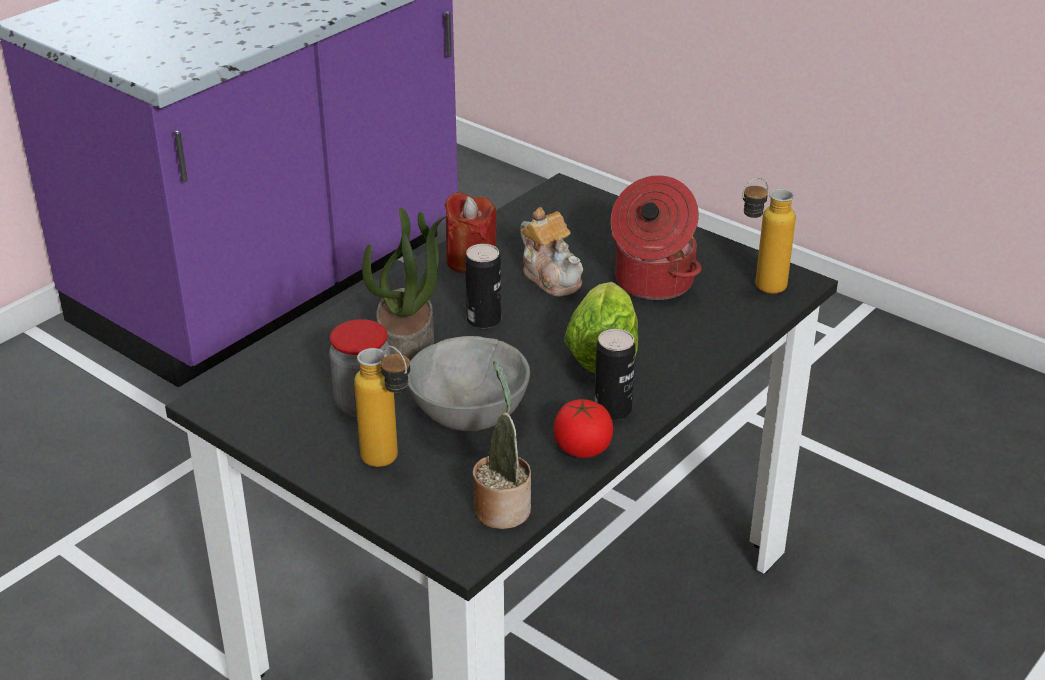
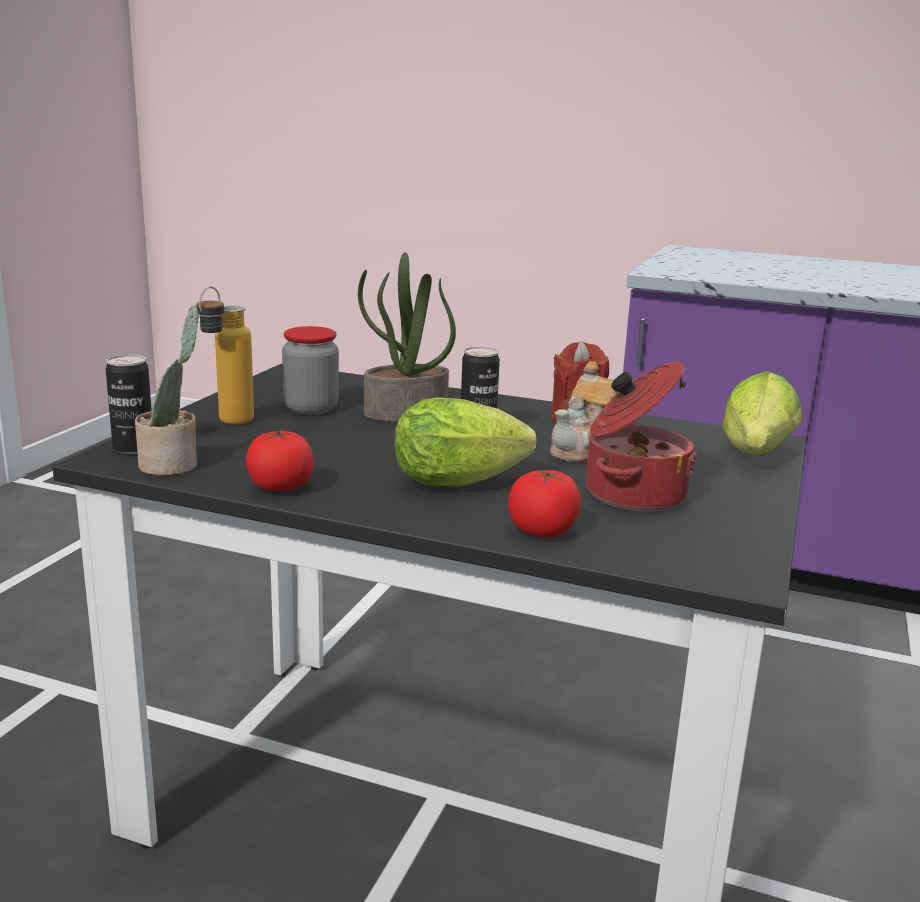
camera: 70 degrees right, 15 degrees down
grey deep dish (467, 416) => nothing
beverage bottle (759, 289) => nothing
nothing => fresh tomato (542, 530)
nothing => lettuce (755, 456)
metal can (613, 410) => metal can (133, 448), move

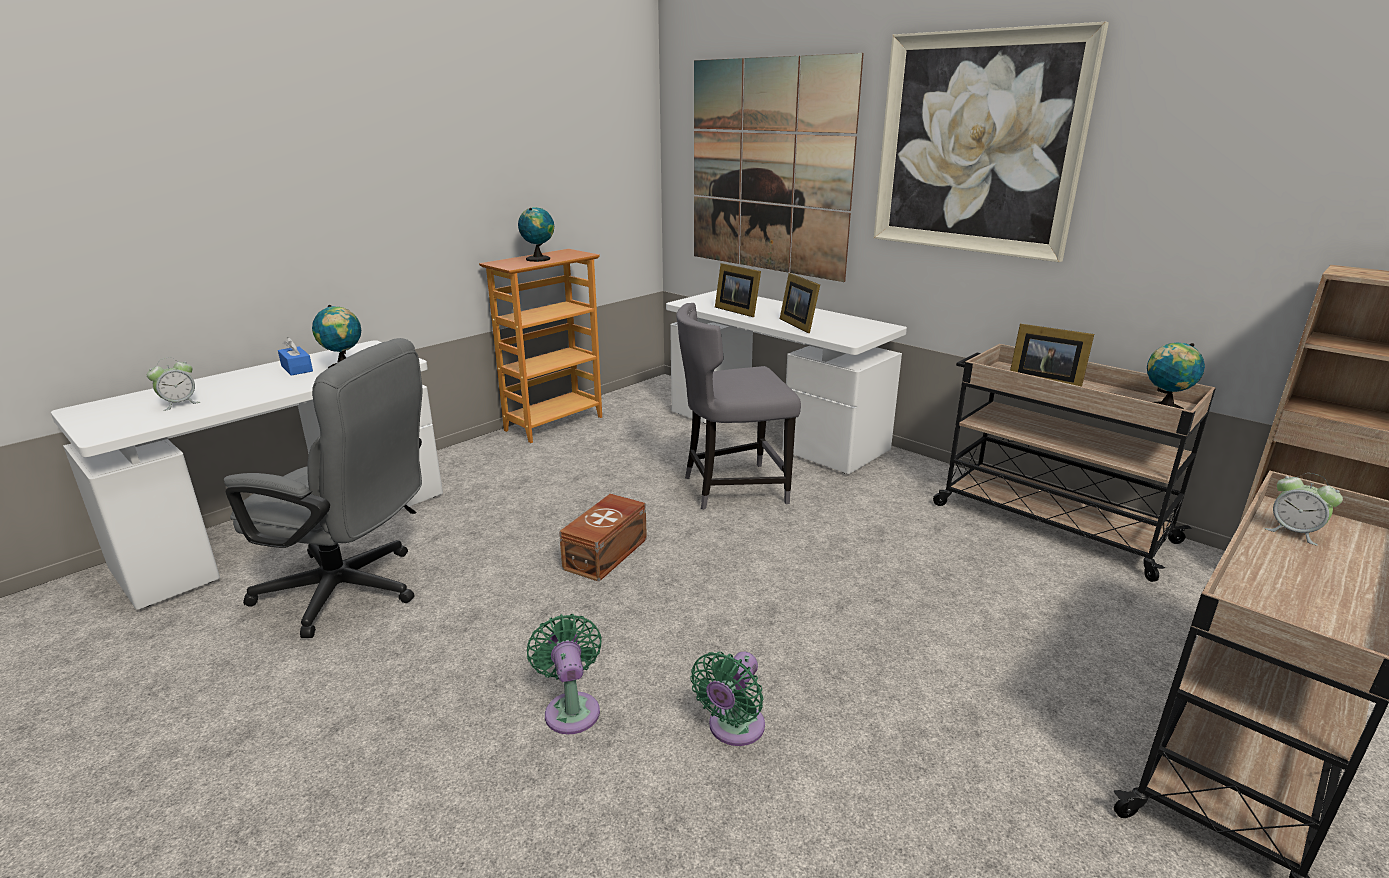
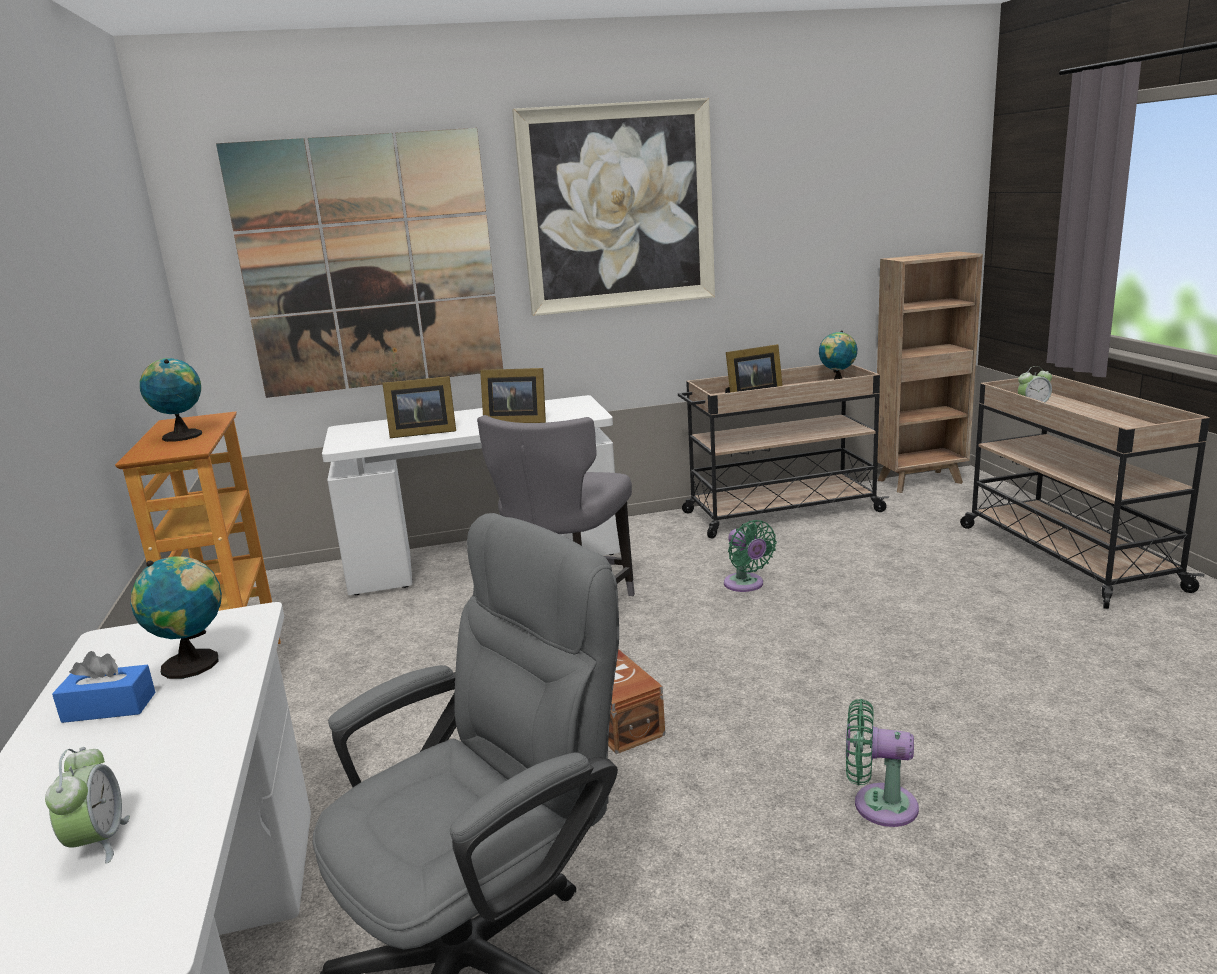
camera: 55 degrees left, 5 degrees down
green-coloured fan (733, 729) => green-coloured fan (746, 585), move

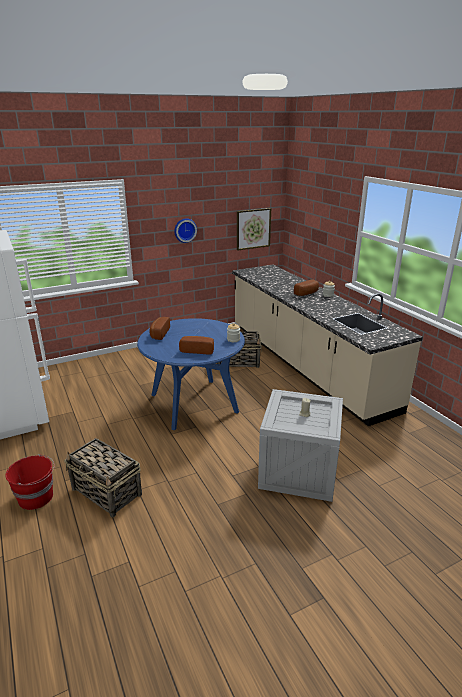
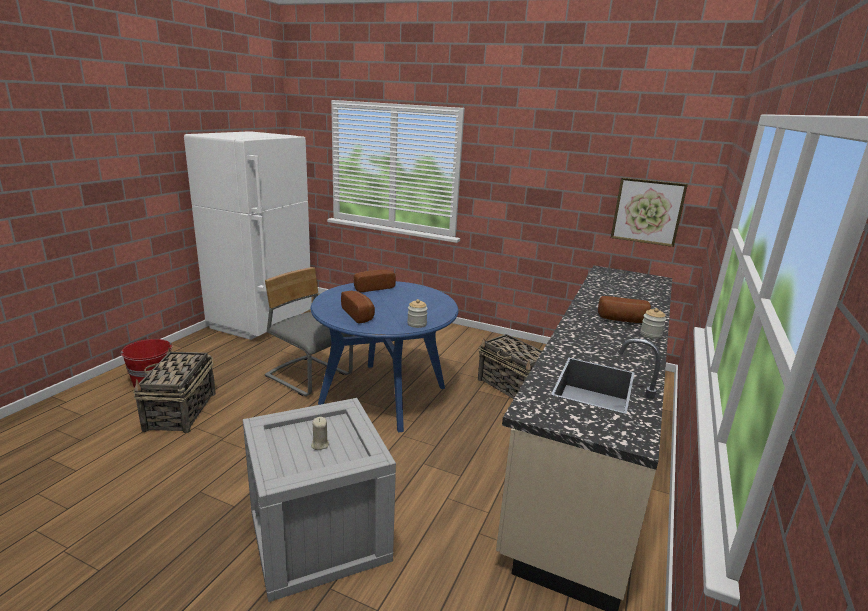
camera: 50 degrees right, 5 degrees down
hanging clock (185, 230) => nothing
nothing => grey upright chair (309, 376)

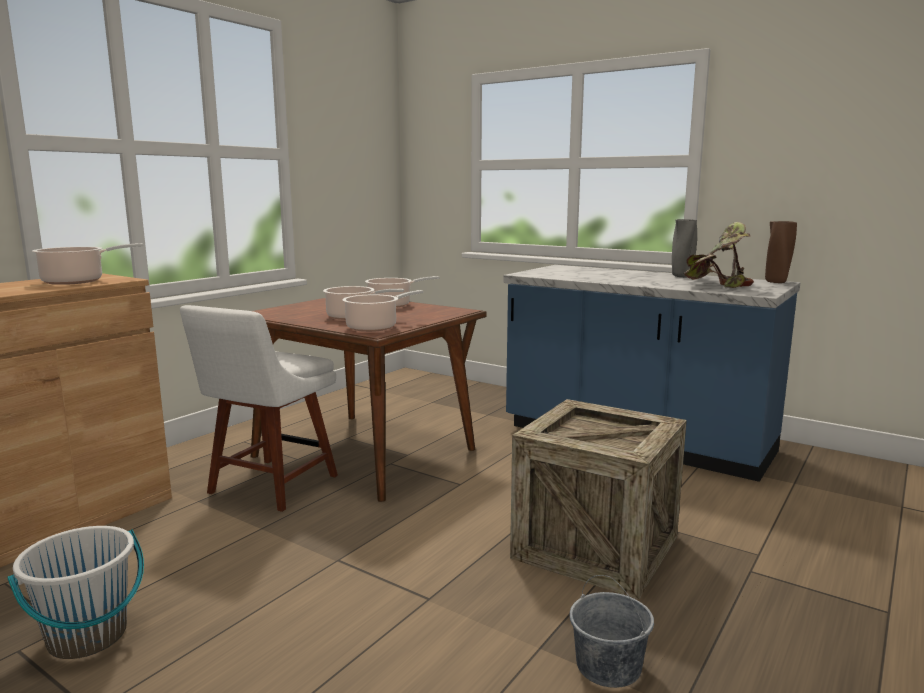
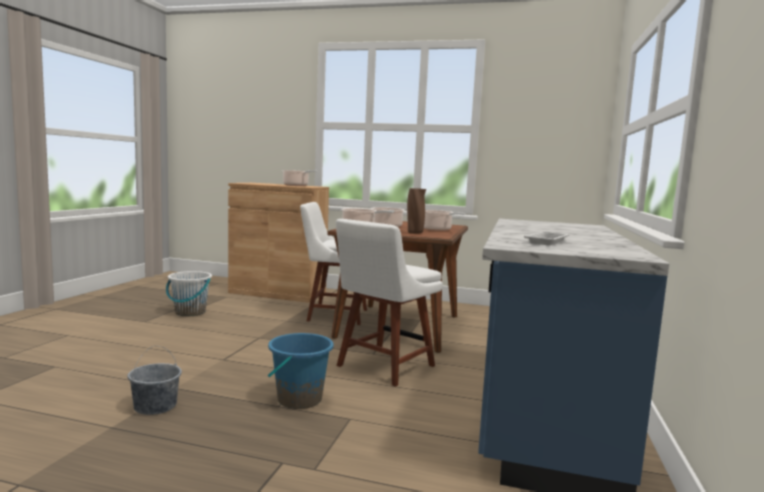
camera: 70 degrees right, 5 degrees down
grey decorative vase (681, 276) => nothing
nothing => white upright chair (383, 367)
brownish decorative vase (777, 282) => brownish decorative vase (414, 233), move
shipping crate (596, 547) => blue-coloured bucket (299, 399)
potted plant (715, 285) => white tray (547, 241)

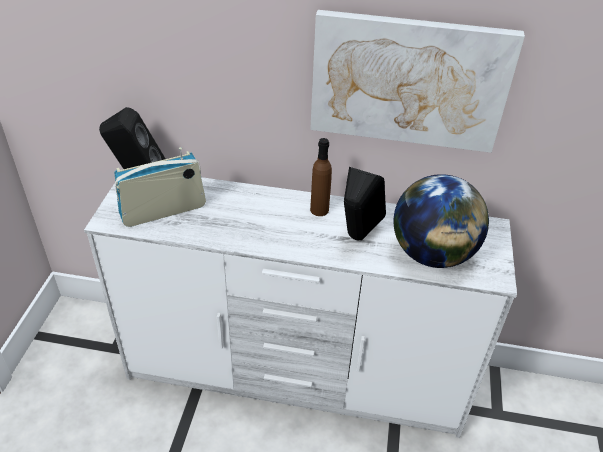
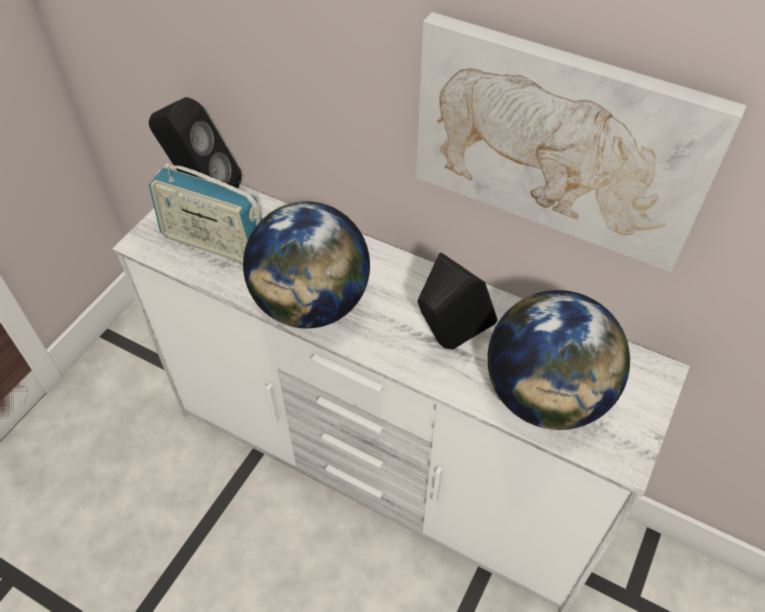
camera: 20 degrees right, 10 degrees up
brownish beverage bottle (319, 210) => nothing
nothing => world globe (311, 304)
radio set (163, 211) => radio set (215, 243), 150 degrees counterclockwise

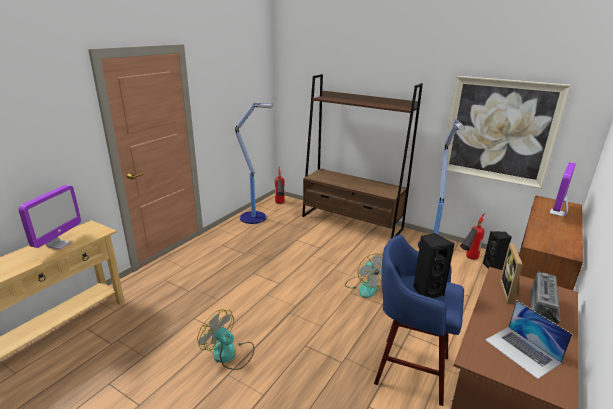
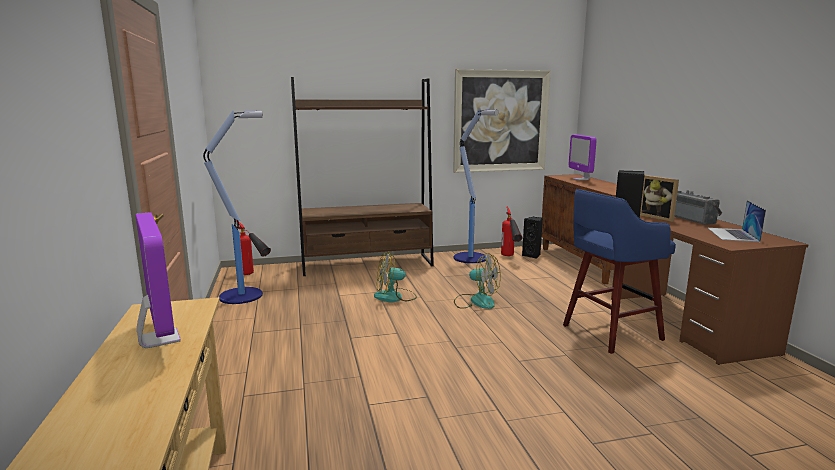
camera: 45 degrees left, 10 degrees down
fan (229, 354) => fan (395, 297), move
notebook computer (522, 351) => notebook computer (732, 234), 90 degrees clockwise

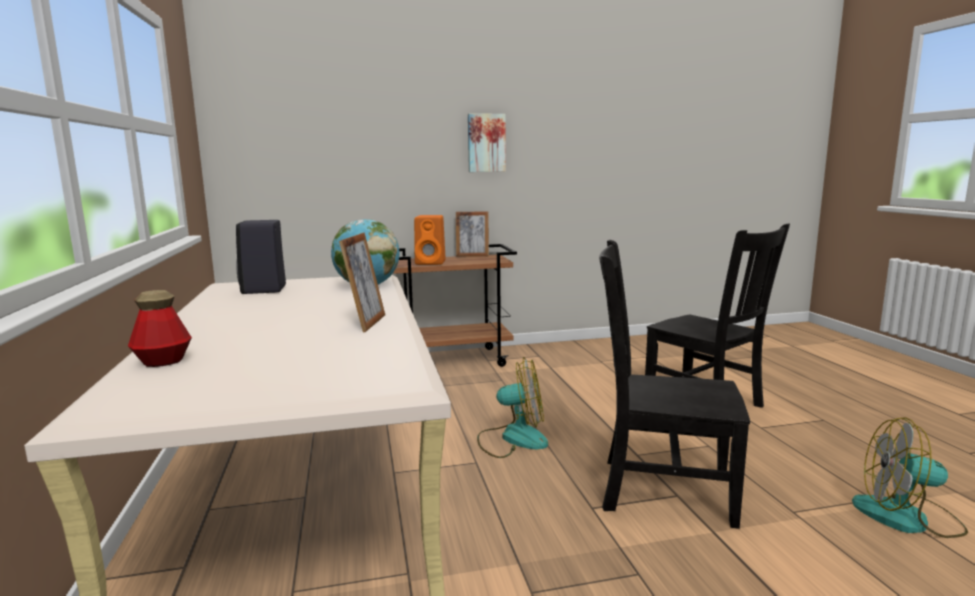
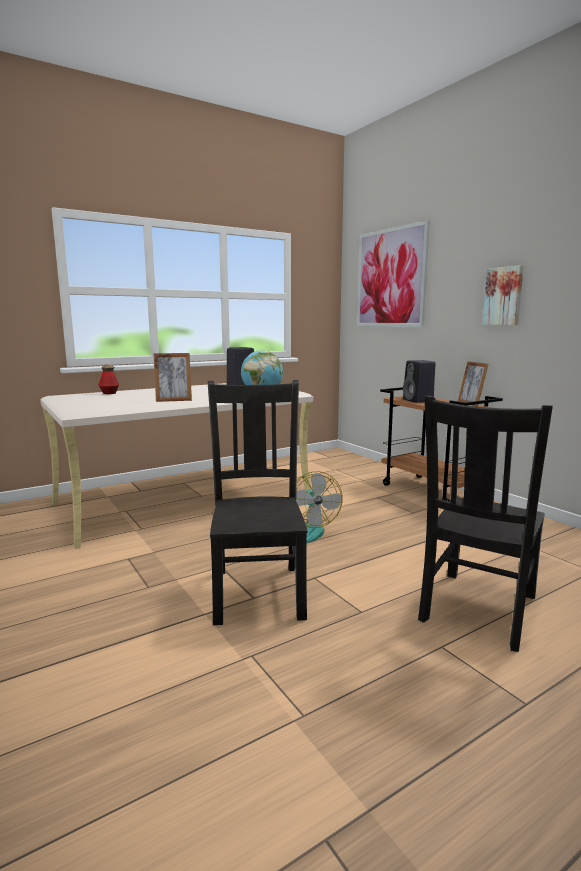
camera: 70 degrees right, 0 degrees up
fan (907, 517) => nothing
nothing => wall art (390, 278)
orangey audio speaker (431, 262) => black audio speaker (418, 400)

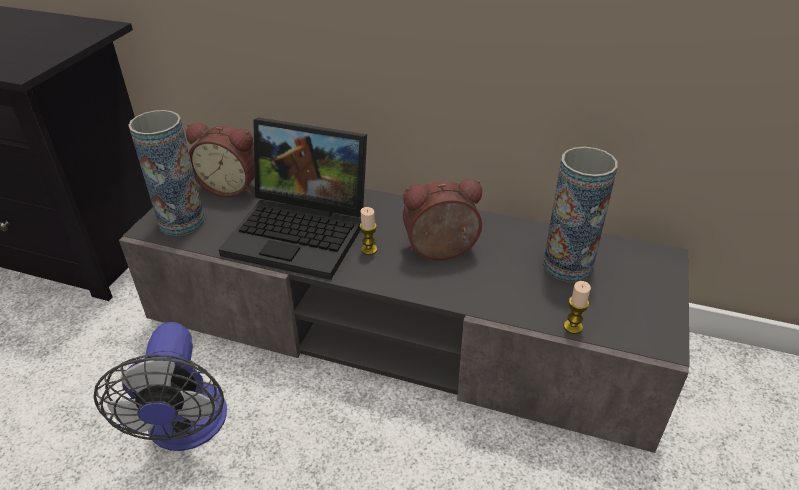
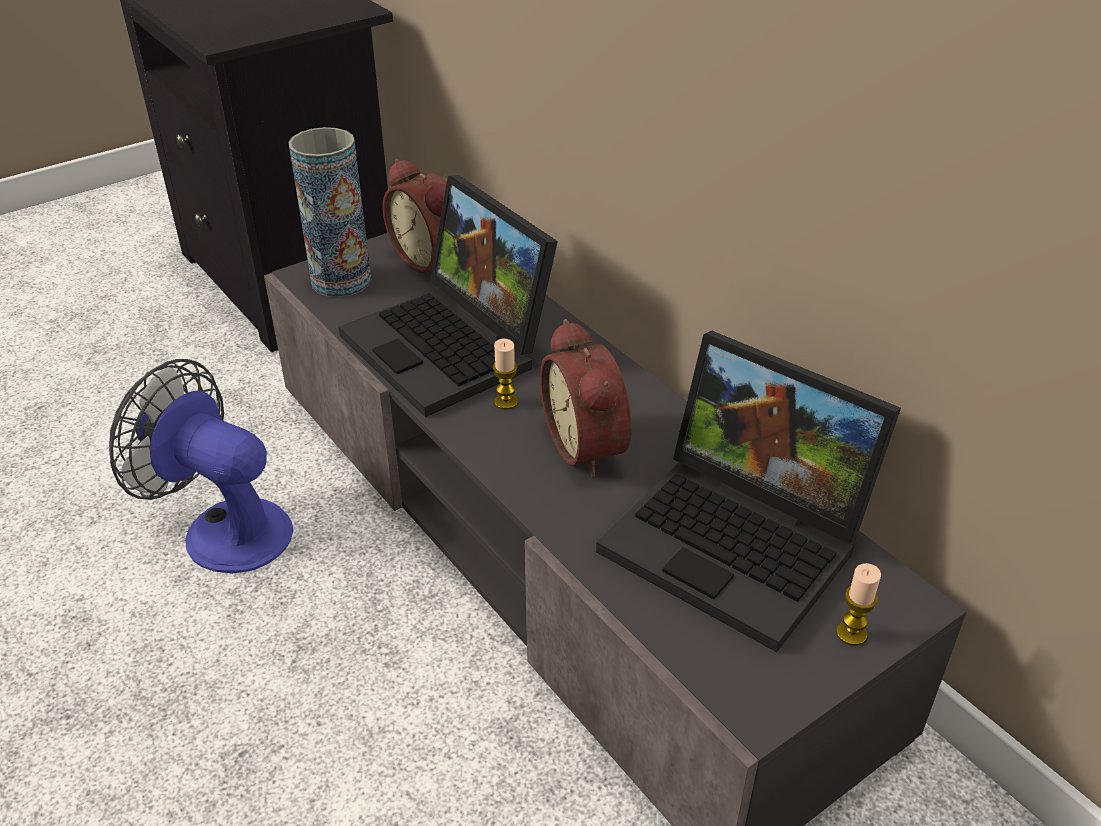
camera: 35 degrees right, 0 degrees up
candle (573, 327) => candle (851, 634), move
decorative vase (567, 265) => notebook computer (742, 542)
fan (186, 429) => fan (223, 529), 90 degrees clockwise
alarm clock (441, 252) => alarm clock (590, 446), 135 degrees counterclockwise

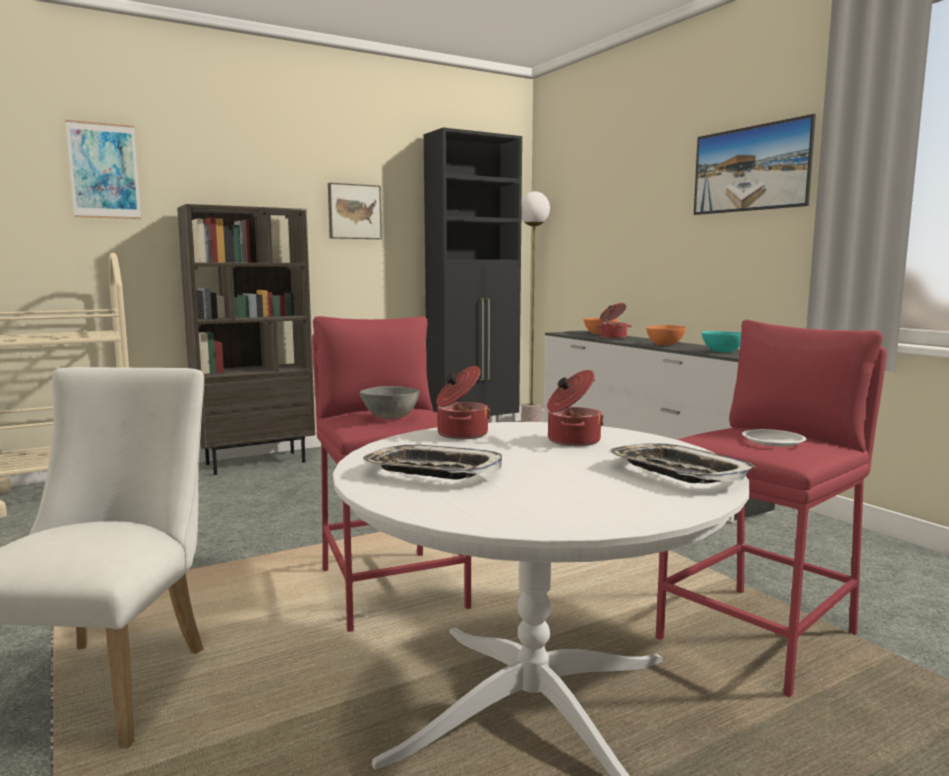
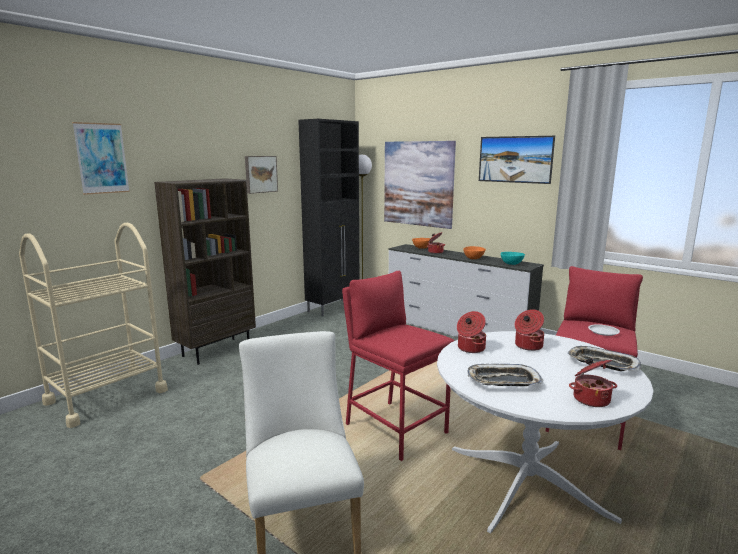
camera: 20 degrees left, 5 degrees up
grey deep dish (390, 418) => nothing
nothing => wall art (418, 183)
nothing => stockpot (590, 399)

